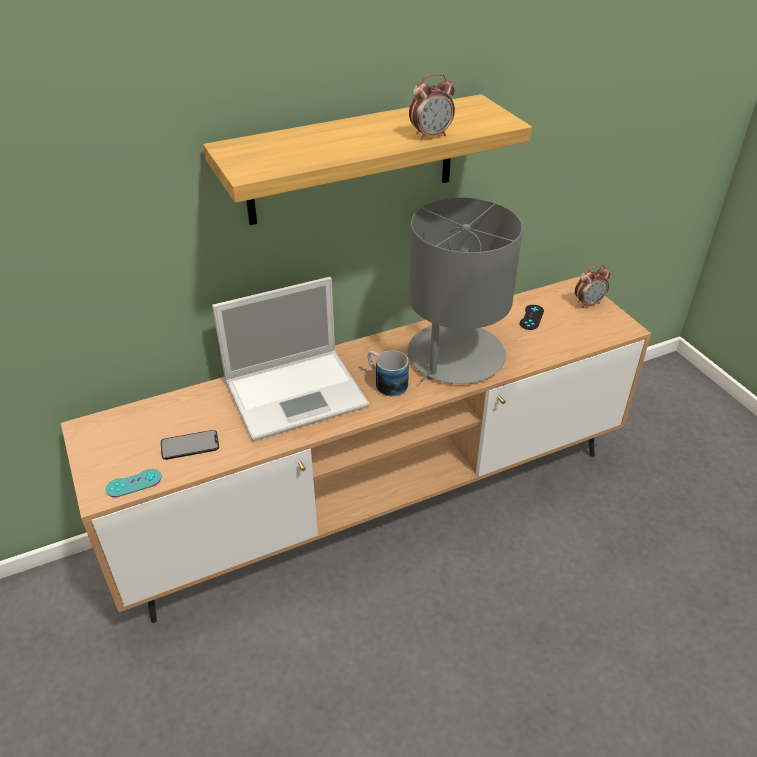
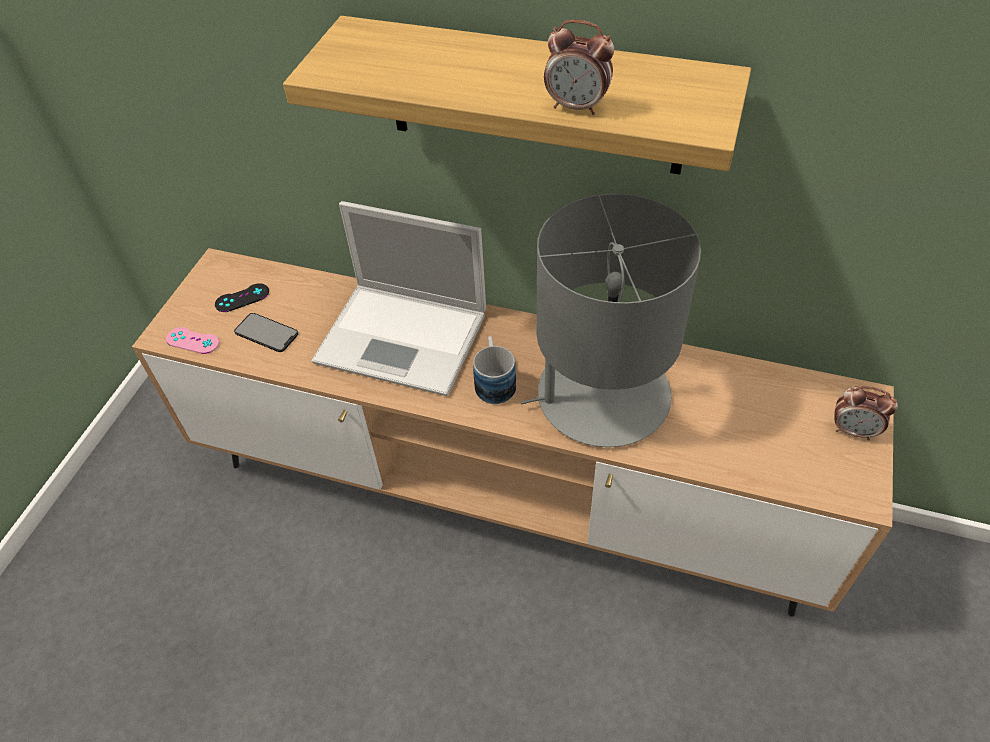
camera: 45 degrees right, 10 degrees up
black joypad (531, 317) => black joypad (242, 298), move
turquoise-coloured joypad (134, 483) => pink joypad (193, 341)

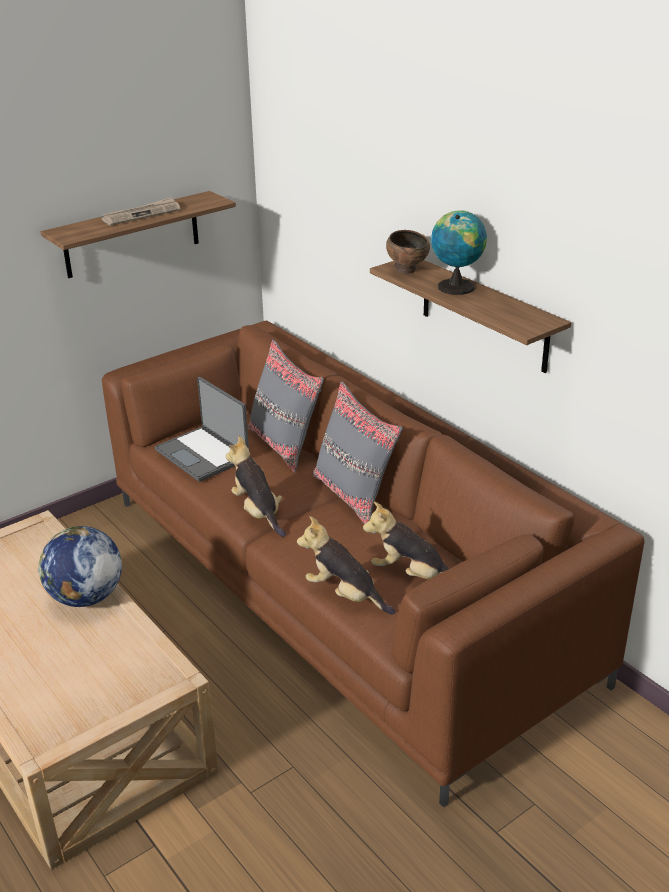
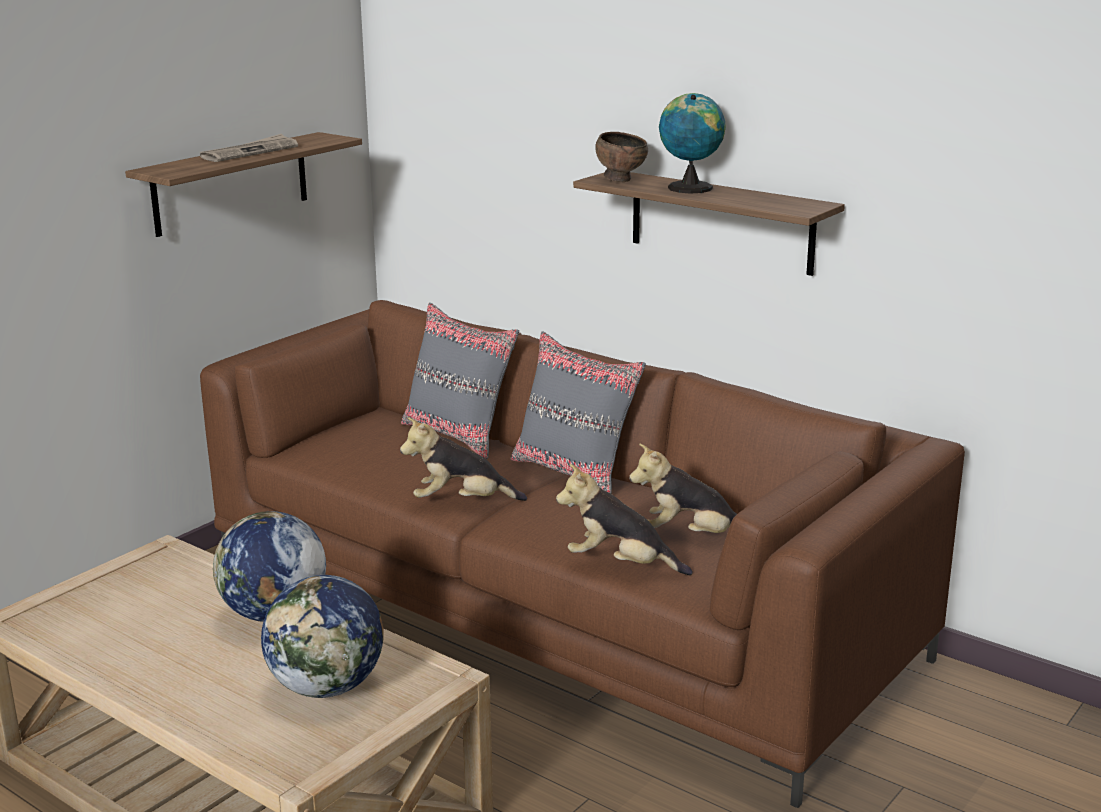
camera: 15 degrees left, 10 degrees down
notebook computer (203, 454) => nothing
nothing => world globe (327, 687)
soft toy (258, 512) => soft toy (461, 502), 45 degrees counterclockwise

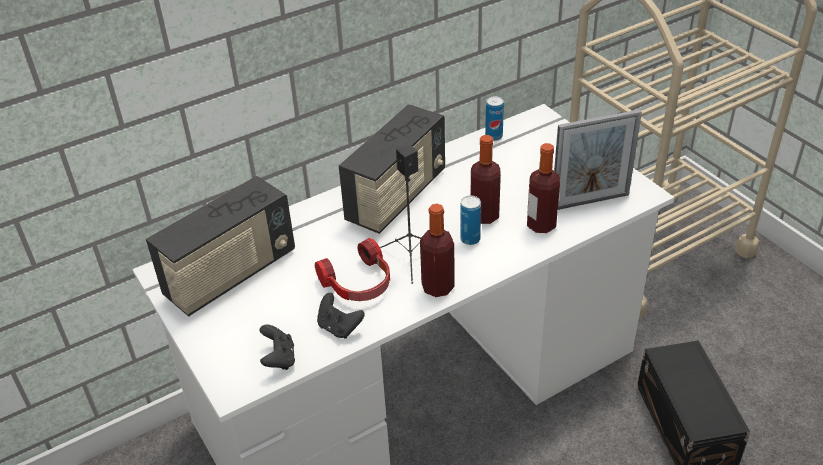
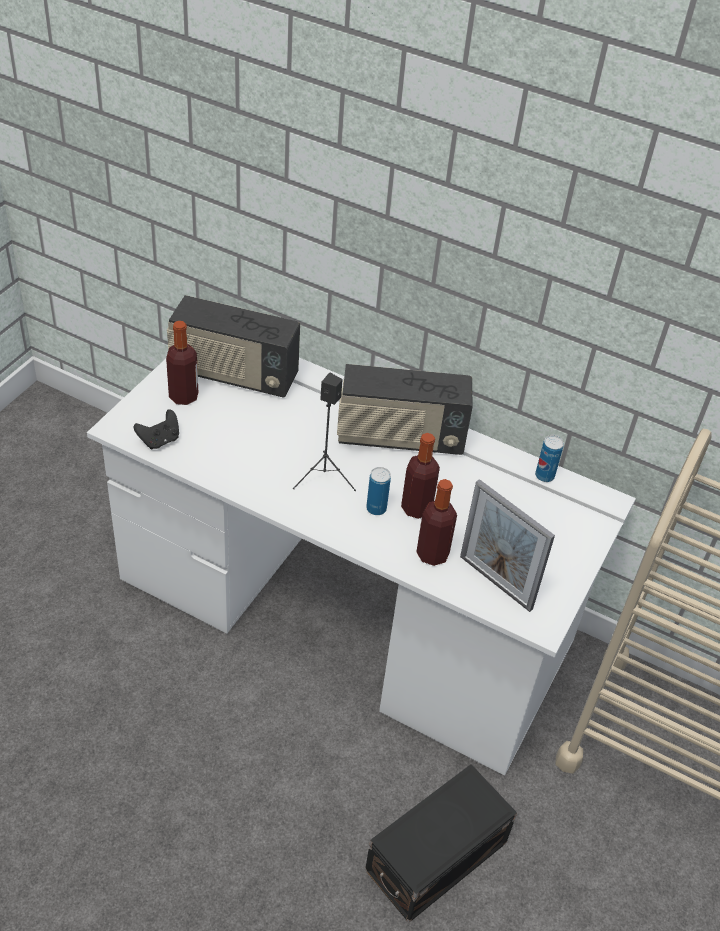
camera: 55 degrees right, 5 degrees up
pair of headphones (358, 284) => nothing
black joypad (339, 327) => nothing
beverage bottle (438, 287) => beverage bottle (183, 396), move

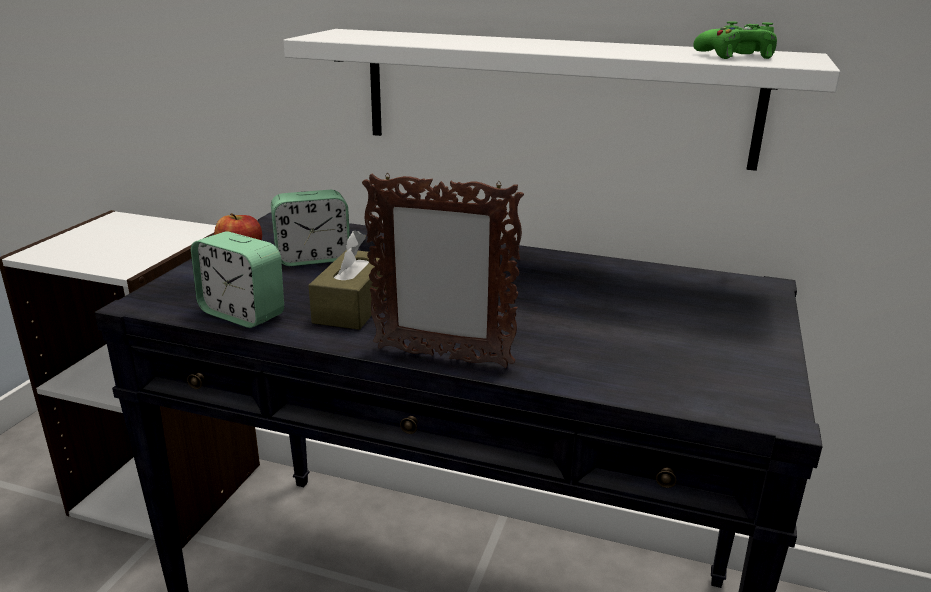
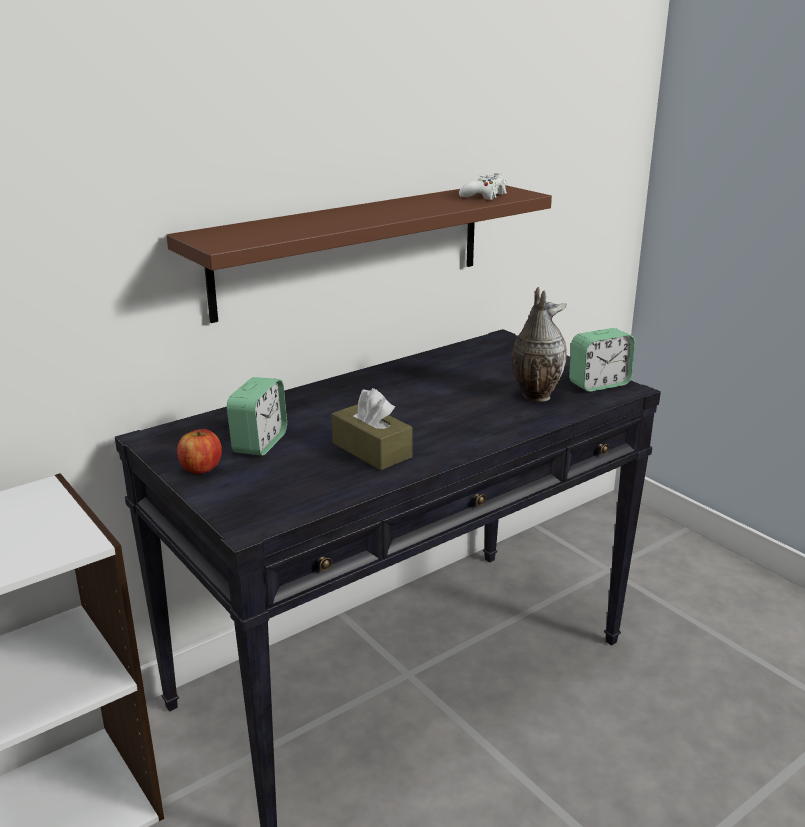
camera: 55 degrees left, 0 degrees up
picture frame (441, 357) => nothing
nothing => decorative vase (534, 395)
alarm clock (242, 314) => alarm clock (599, 384), move
white bracket shelf (555, 97) => brownish bracket shelf (352, 249)
green-coloured joypad (736, 56) => white joypad (484, 196)

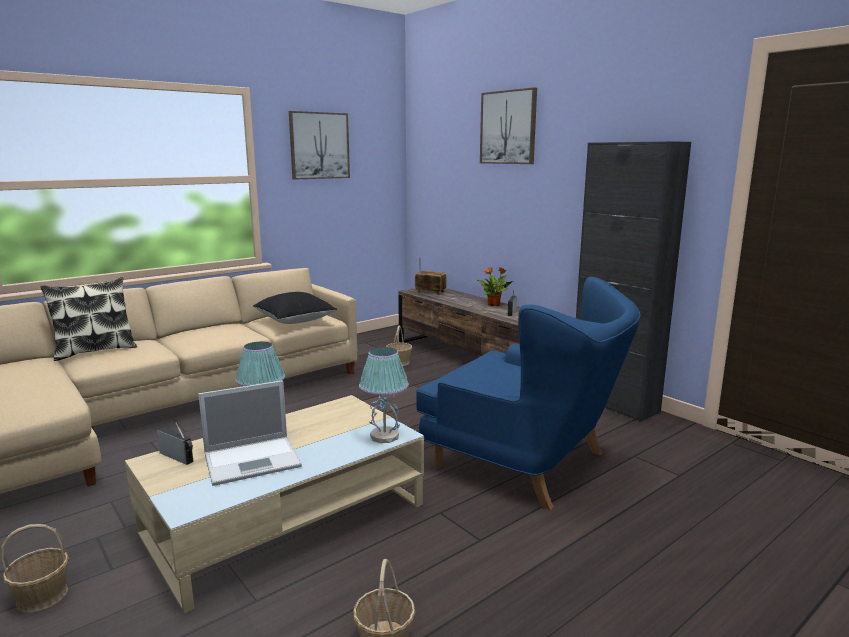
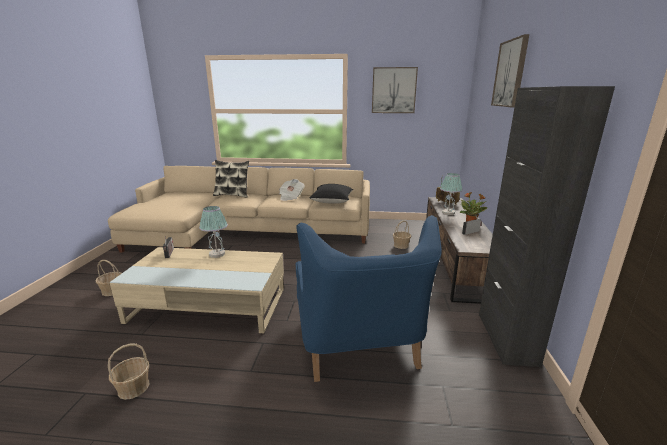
camera: 45 degrees right, 5 degrees up
notebook computer (254, 460) => nothing
nothing => daily paper (290, 197)
tabletop lamp (385, 436) => tabletop lamp (448, 213), move

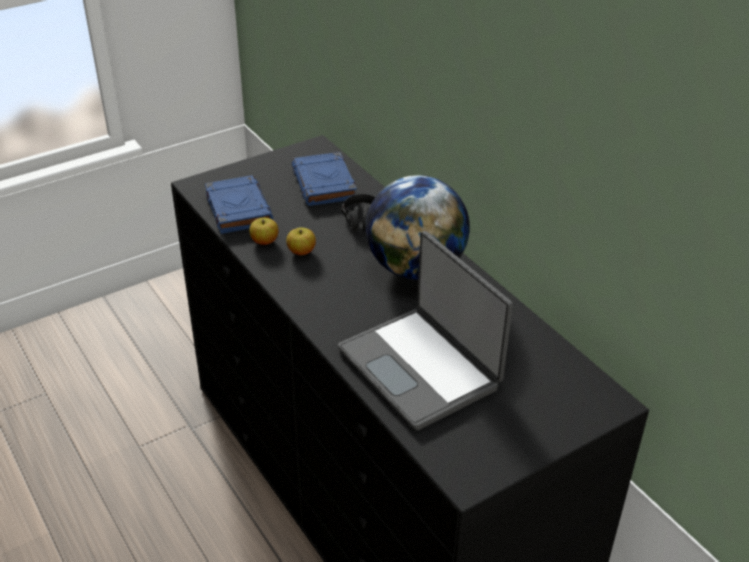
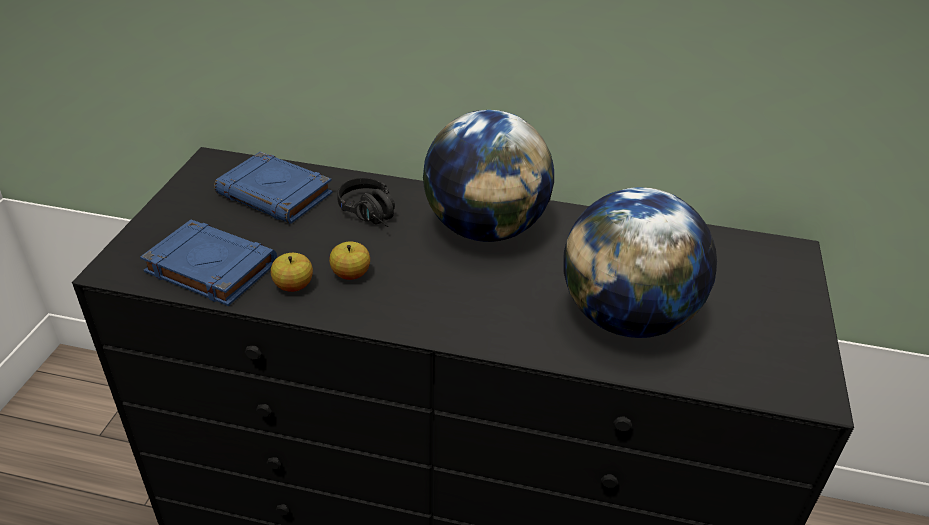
camera: 45 degrees left, 0 degrees up
notebook computer (421, 367) => world globe (627, 318)

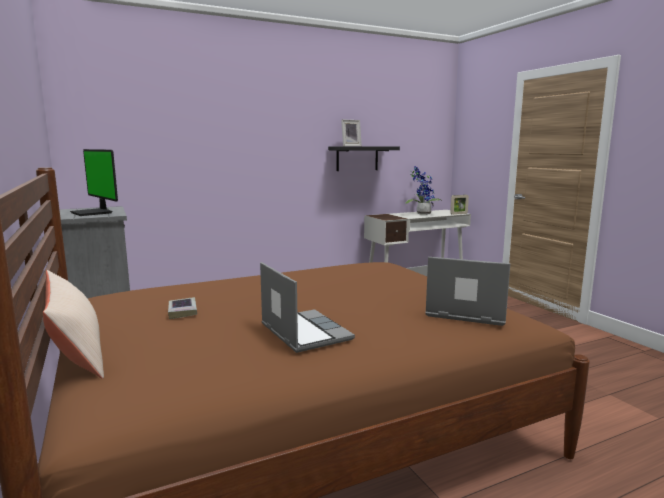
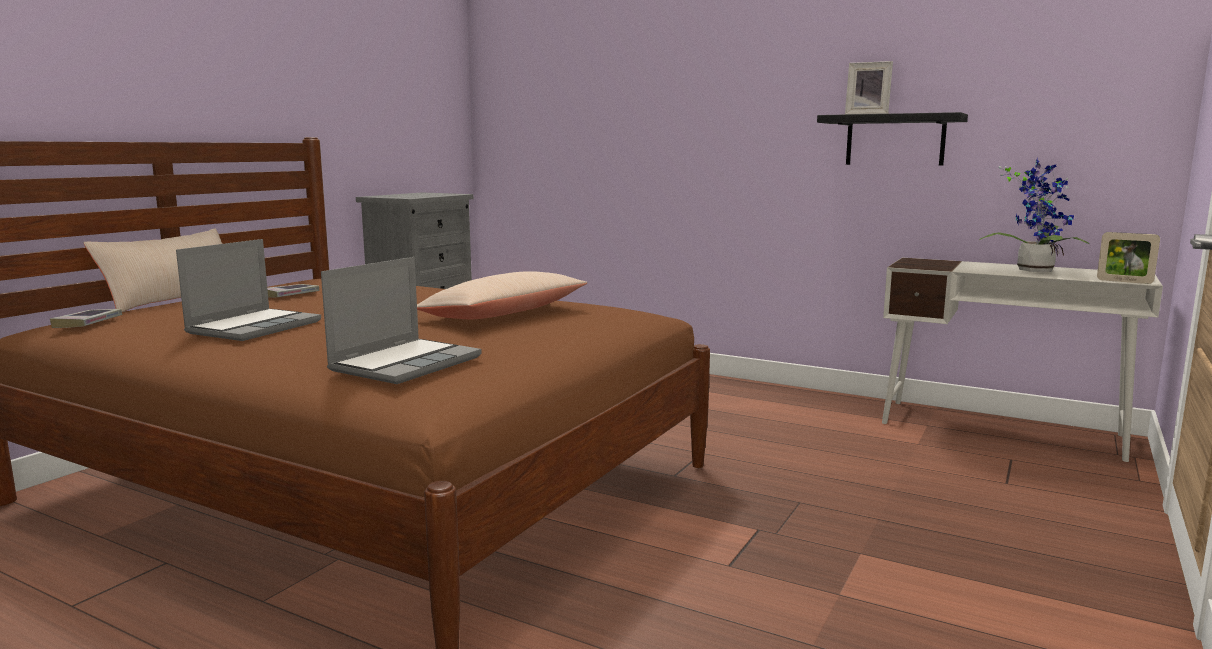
camera: 55 degrees right, 0 degrees up
computer screen (94, 213) => nothing
nothing => book (88, 323)
nothing => sand-coloured throw pillow (504, 314)
notebook computer (465, 312) => notebook computer (406, 363), 45 degrees clockwise

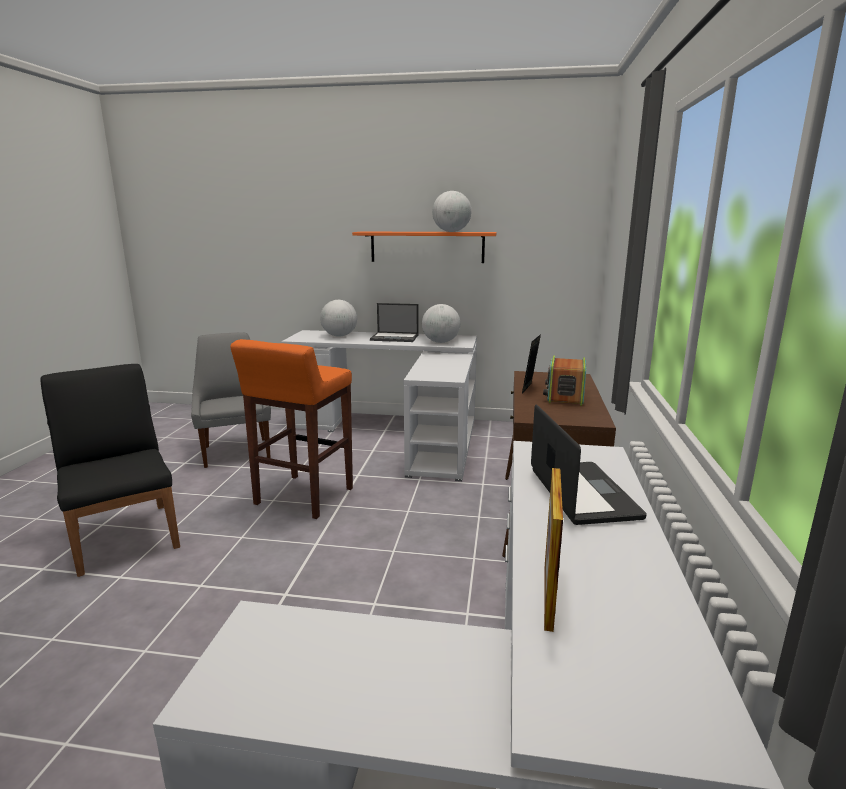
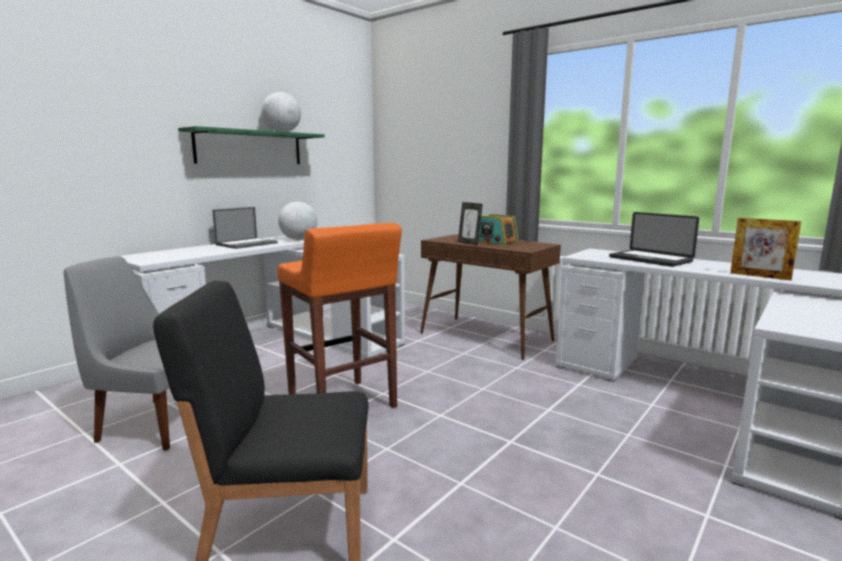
camera: 60 degrees left, 5 degrees down
world globe (339, 336) => nothing
orangey bracket shelf (427, 247) => green-coloured bracket shelf (250, 148)
notebook computer (582, 493) => notebook computer (650, 259), 150 degrees counterclockwise

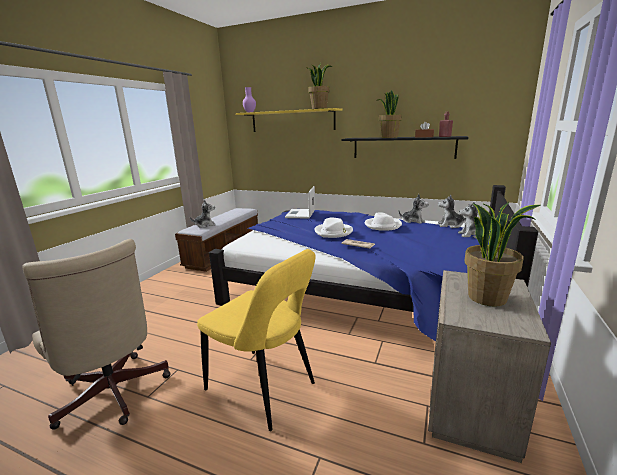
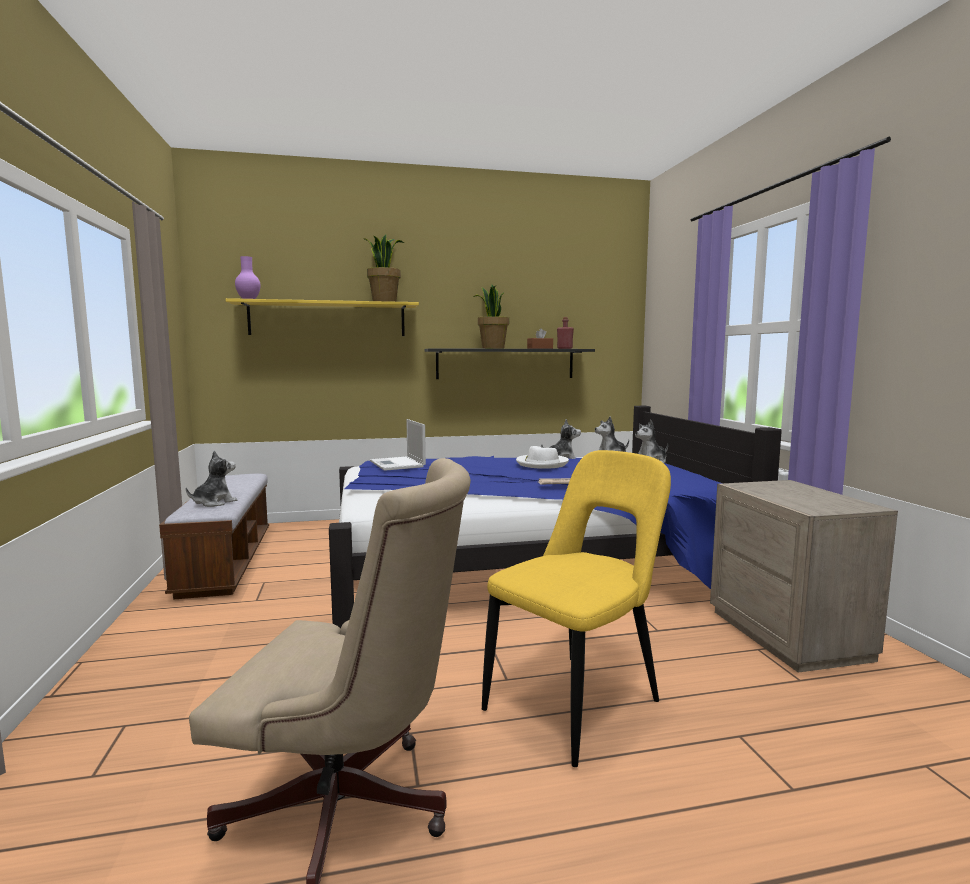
camera: 35 degrees left, 10 degrees down
white hat (333, 232) => nothing
potted plant (487, 297) => nothing
yellowish upright chair (264, 389) => yellowish upright chair (578, 702), 45 degrees counterclockwise

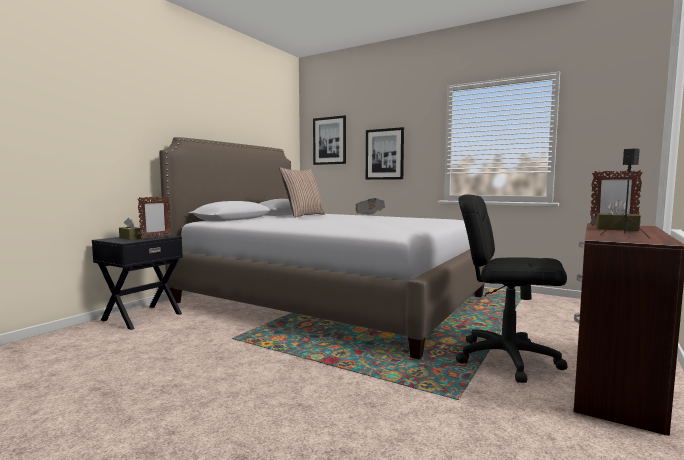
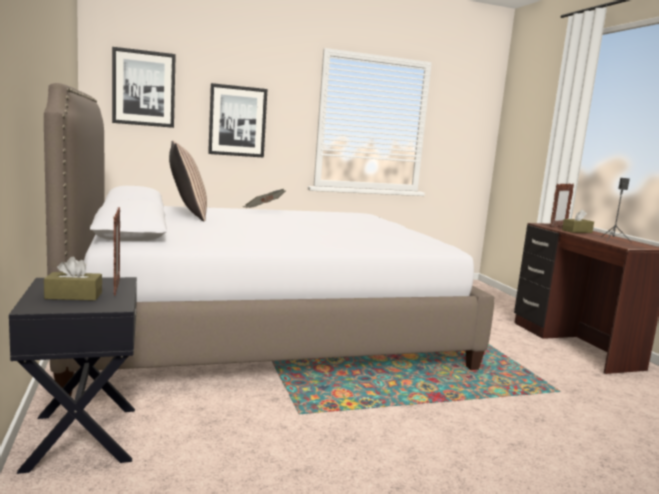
camera: 50 degrees left, 5 degrees up
black desk chair (506, 359) => nothing

